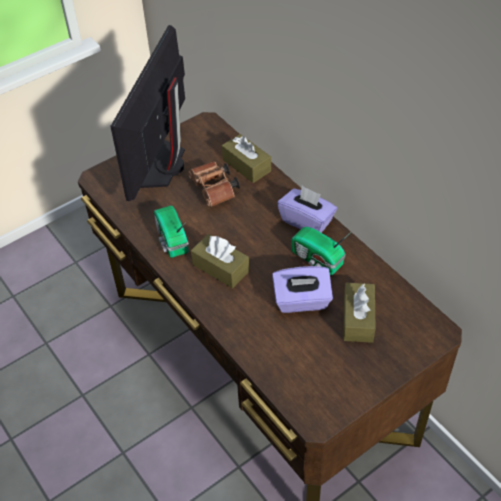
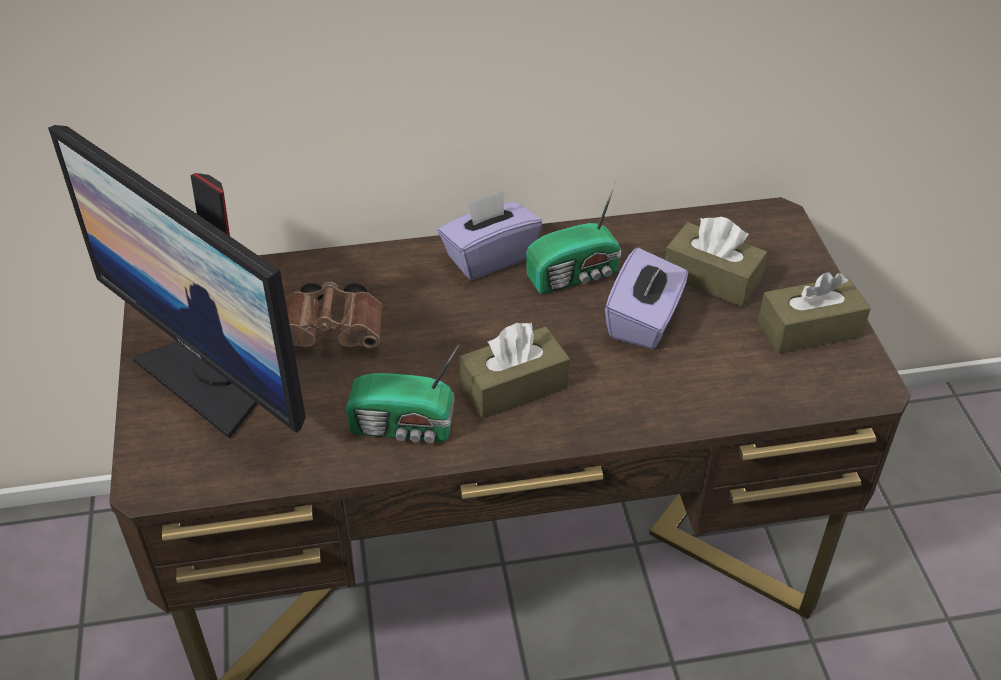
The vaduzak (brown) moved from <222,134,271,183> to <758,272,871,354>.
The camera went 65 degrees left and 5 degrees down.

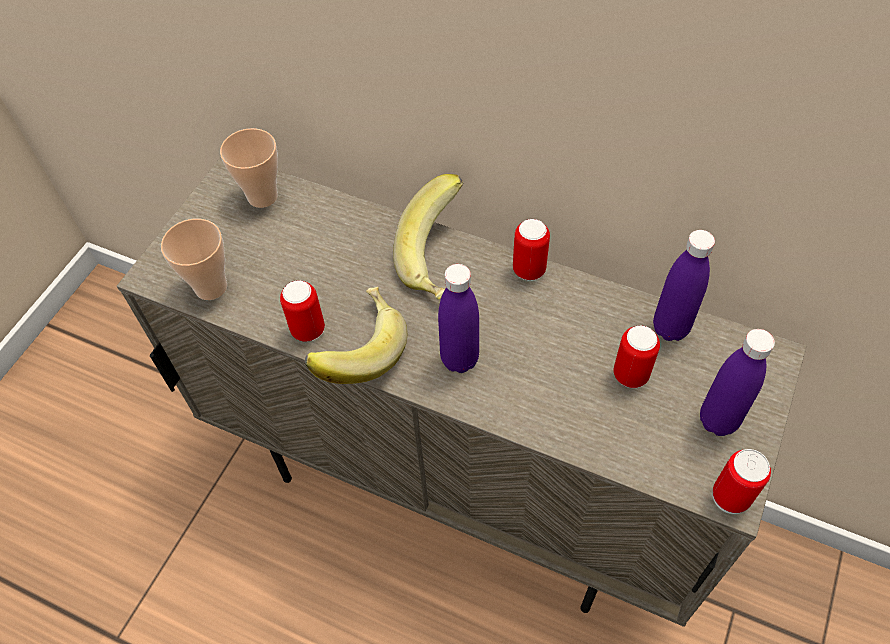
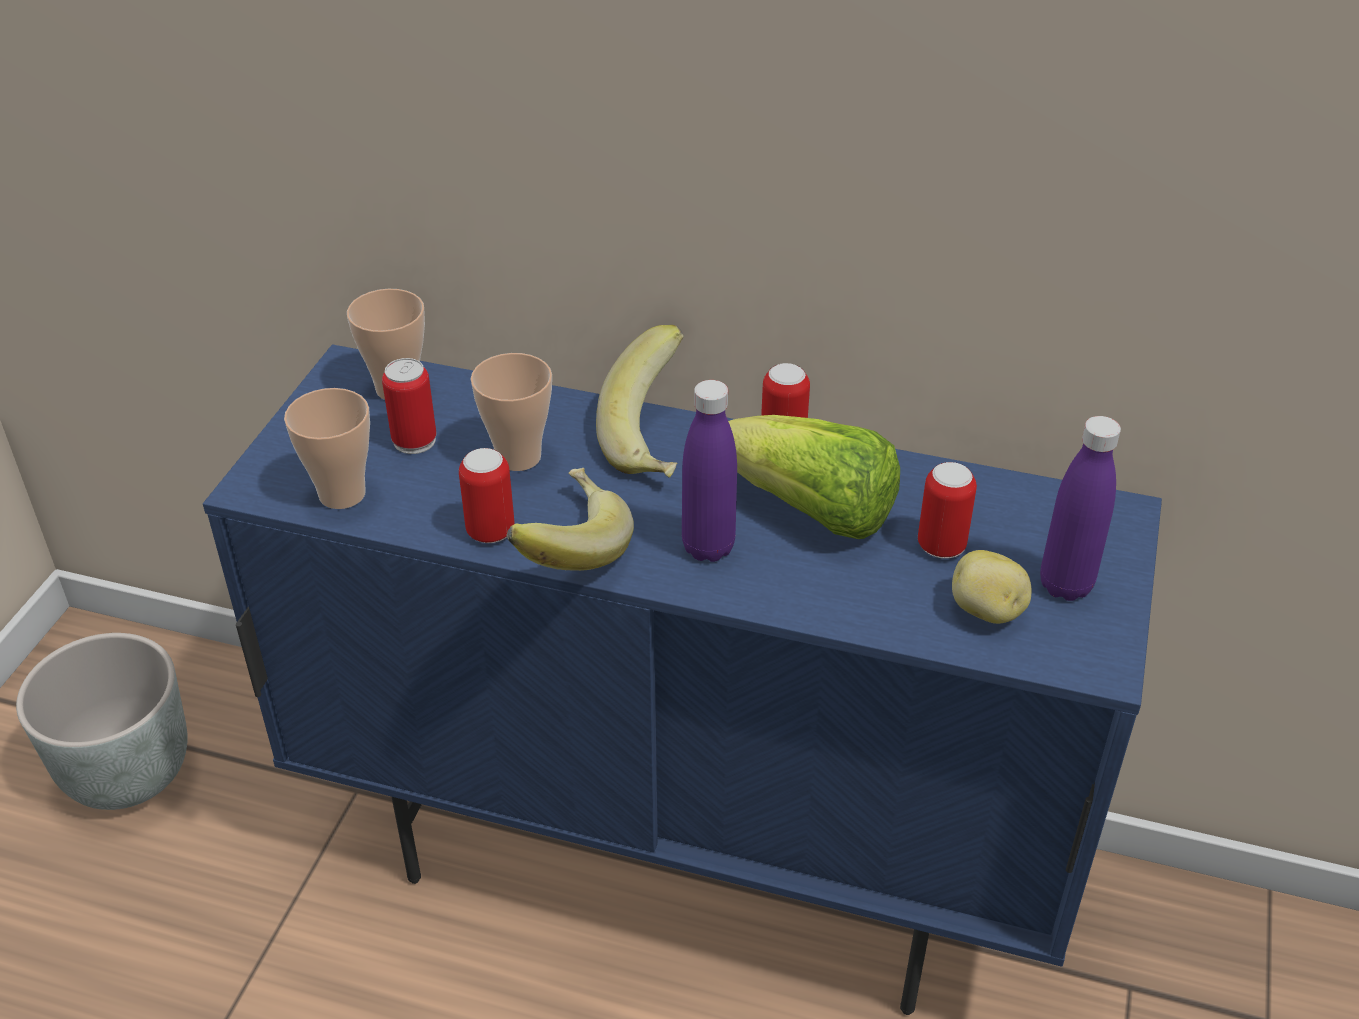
The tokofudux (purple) at <653,230,715,341> disappeared.
The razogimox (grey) at <16,633,187,810> appeared.
The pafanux at <471,353,552,471> appeared.
The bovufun at <728,415,900,539> appeared.
The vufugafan at <952,550,1031,624> appeared.
The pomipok moved from <712,449,771,514> to <382,358,437,454>.
The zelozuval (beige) at <117,157,806,627> became the zelozuval (blue) at <203,345,1162,1015>.
The camera went 10 degrees left and 15 degrees down.

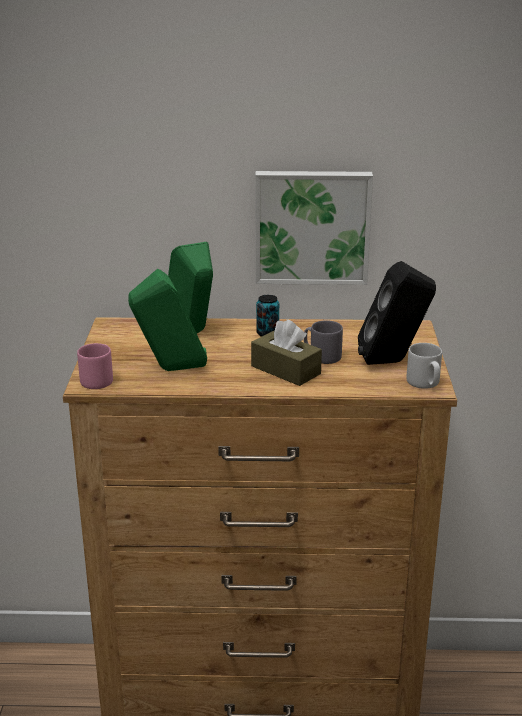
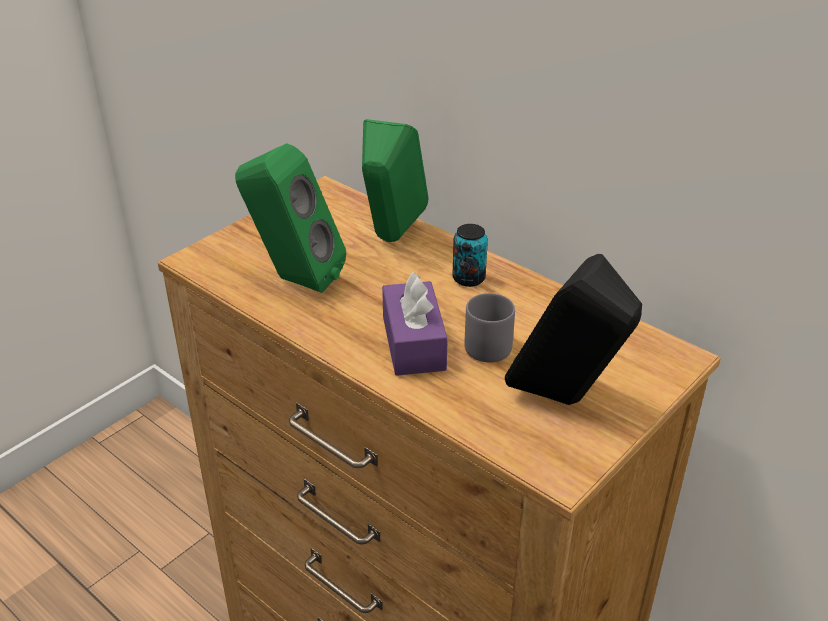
The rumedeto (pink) at <77,343,113,389> disappeared.
The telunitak at <255,171,373,285> disappeared.
The rumedeto (grey) at <406,343,442,389> disappeared.
The vaduzak (brown) at <251,319,322,386> became the vaduzak (purple) at <382,272,448,376>.
The camera went 40 degrees right and 10 degrees up.

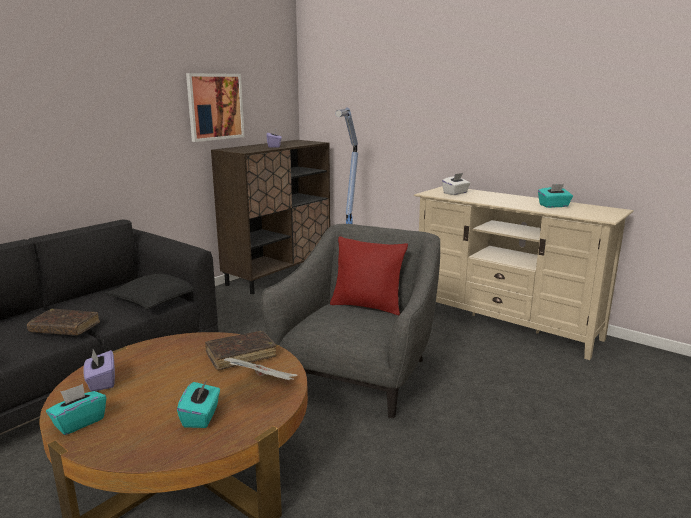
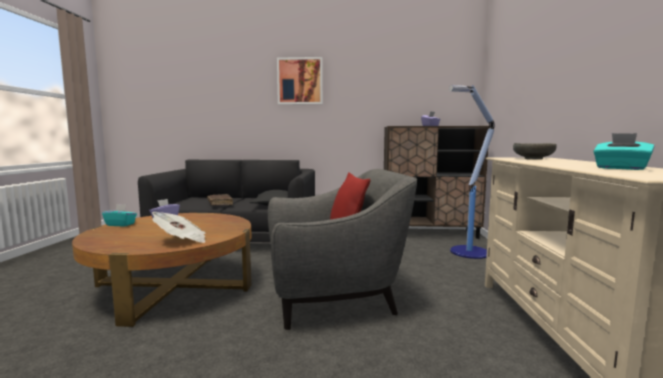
The vaduzak (turquoise) at <177,380,220,428> disappeared.
The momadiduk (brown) at <205,331,276,370> disappeared.
The telunitak moved from <186,73,244,142> to <277,57,323,105>.
The vaduzak (white) at <442,173,471,195> was replaced by the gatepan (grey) at <513,143,557,160>.
The camera went 55 degrees right and 10 degrees down.

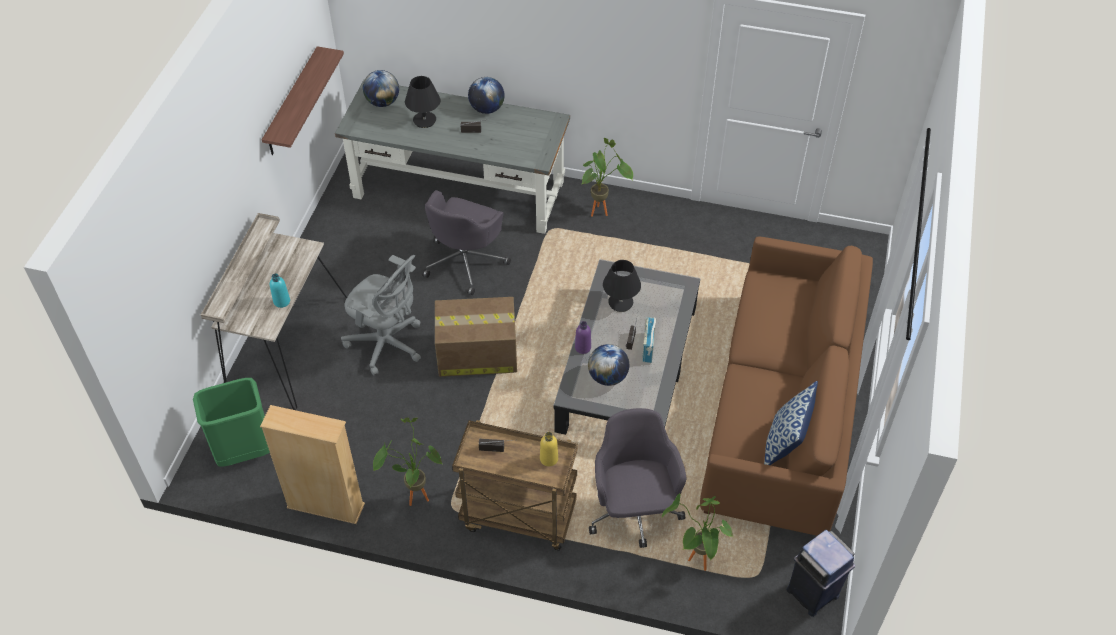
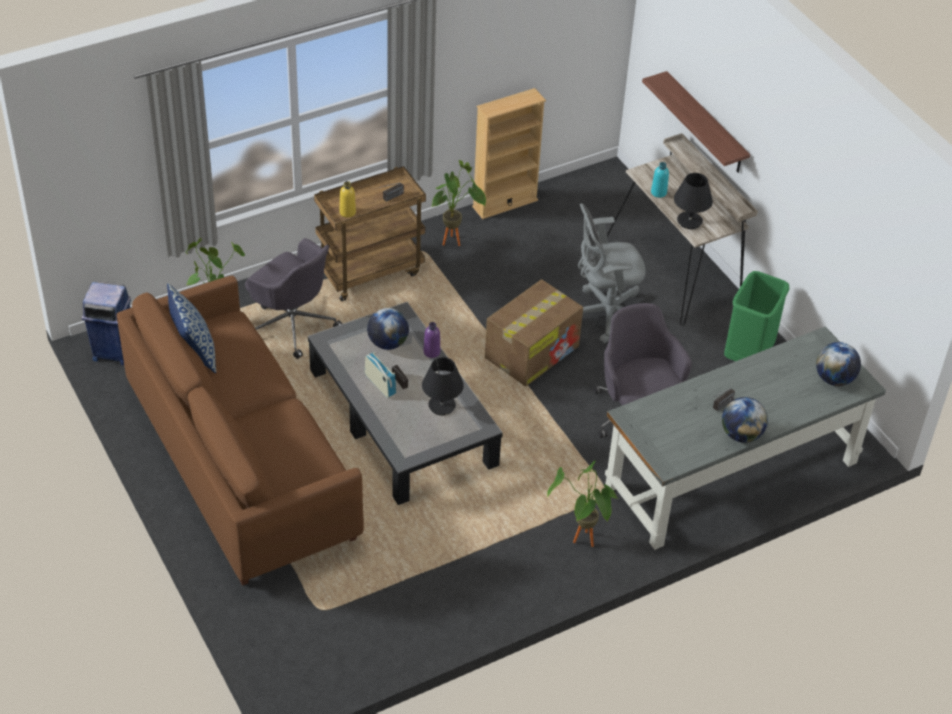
The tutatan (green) moved from <193,378,270,467> to <724,271,789,361>.
The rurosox moved from <262,46,344,155> to <642,71,750,173>.
The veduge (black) moved from <405,76,440,128> to <674,173,713,229>.
The camera went 135 degrees right and 5 degrees down.

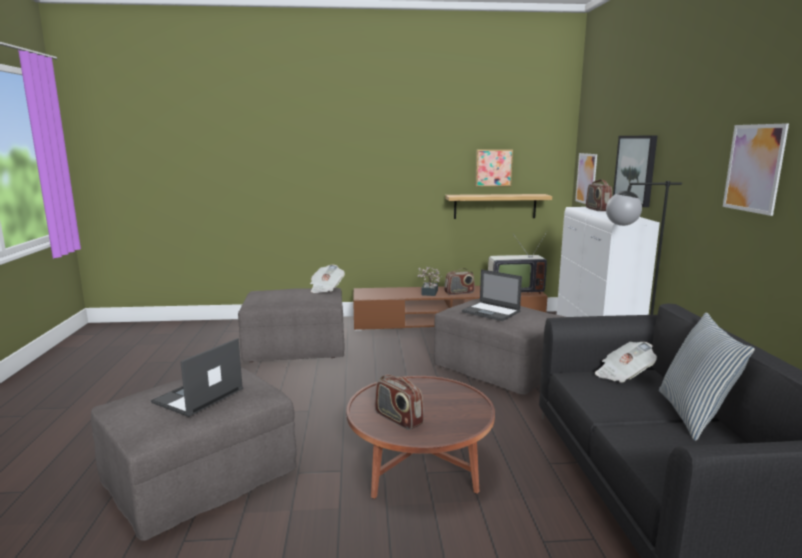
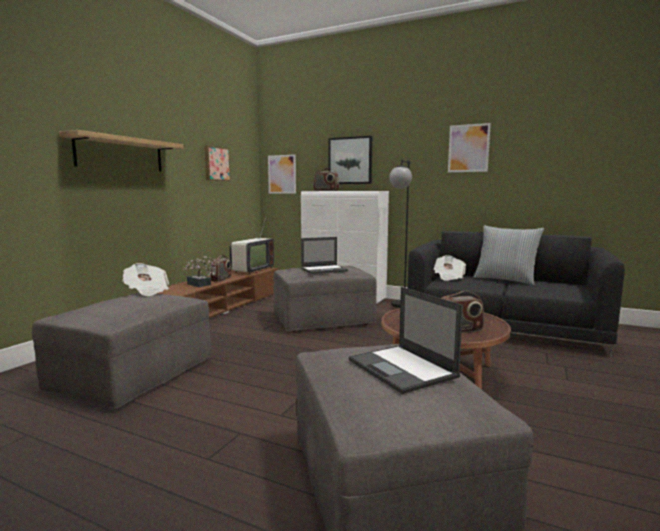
The rurosox moved from <445,194,552,219> to <59,130,183,171>.
The camera went 60 degrees left and 5 degrees down.

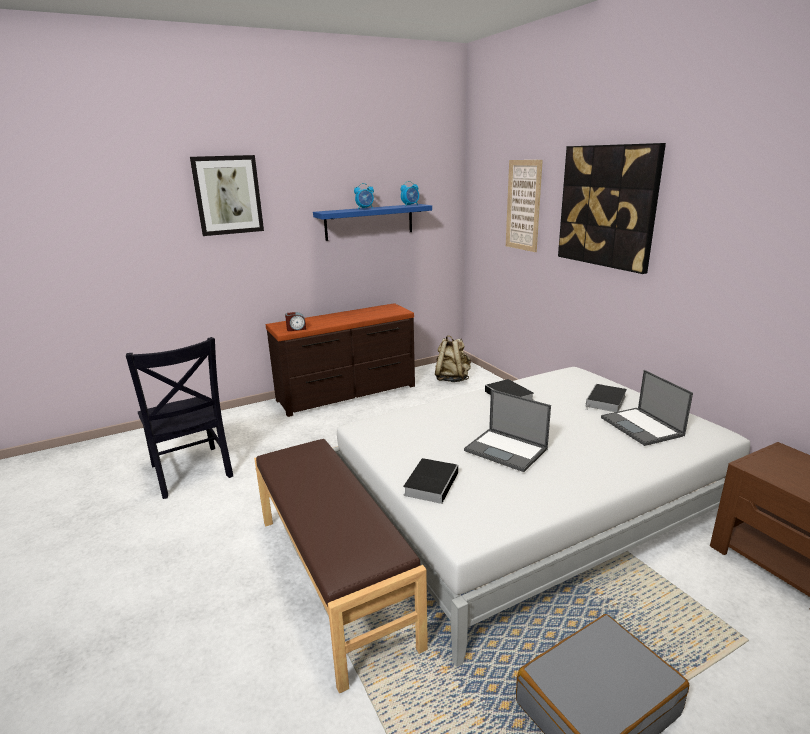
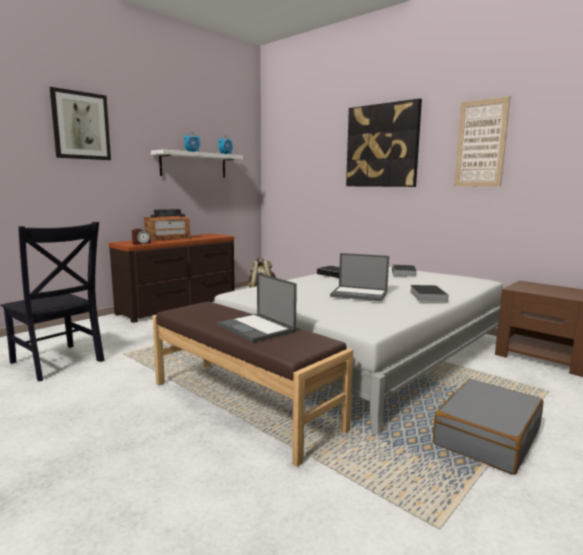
The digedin at <144,209,190,241> appeared.
The momadiduk moved from <403,458,459,504> to <410,285,448,302>.
The telunitak moved from <506,160,543,252> to <454,96,510,187>.
The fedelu moved from <601,370,693,446> to <217,273,297,343>.
The rurosox (blue) at <313,204,432,241> became the rurosox (white) at <151,149,243,178>.
The camera went 20 degrees left and 10 degrees down.

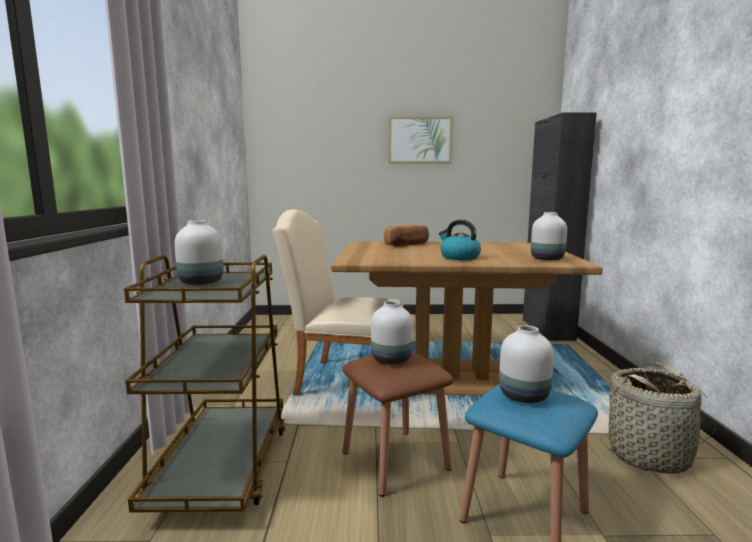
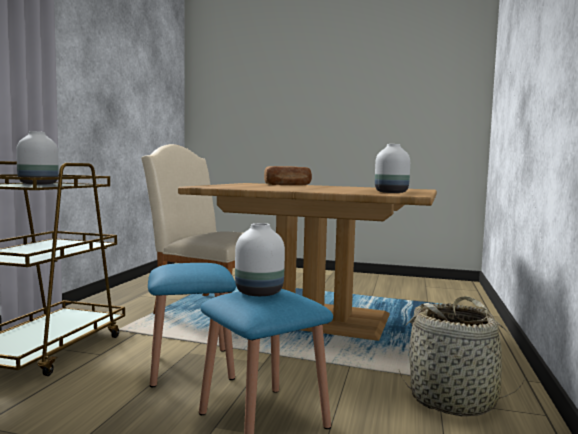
The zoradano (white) at <371,301,413,364> disappeared.
The telunitak at <388,116,453,164> disappeared.
The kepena at <439,220,481,260> disappeared.
The zelozuval (black) at <523,112,597,341> disappeared.
The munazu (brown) at <342,352,453,497> became the munazu (blue) at <148,263,236,387>.
The camera went 15 degrees right and 5 degrees down.

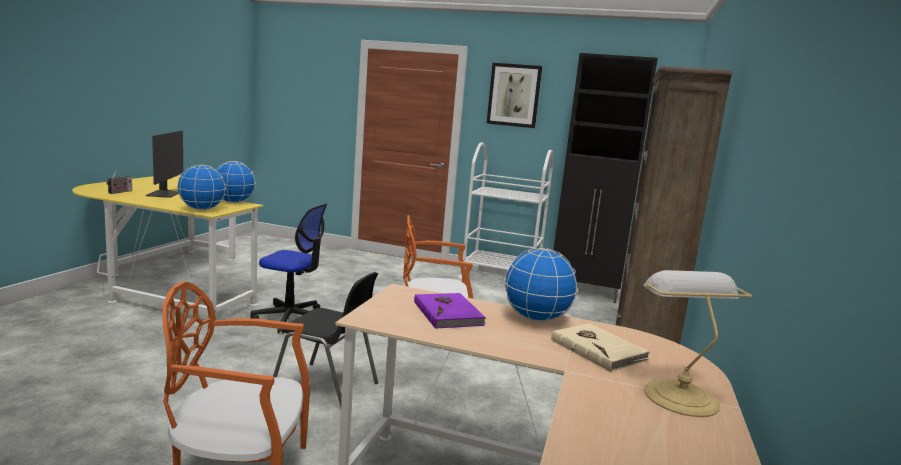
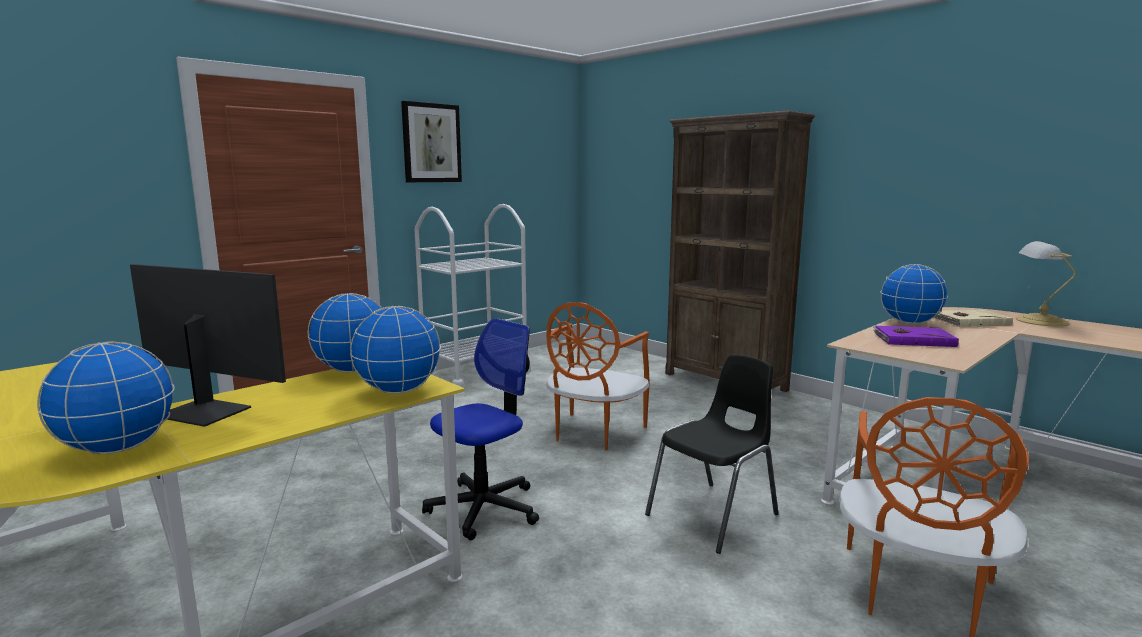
The zelozuval (black) at <554,53,658,303> disappeared.
The digedin at <107,170,132,194> was replaced by the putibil at <37,341,175,454>.
The camera went 60 degrees left and 0 degrees up.

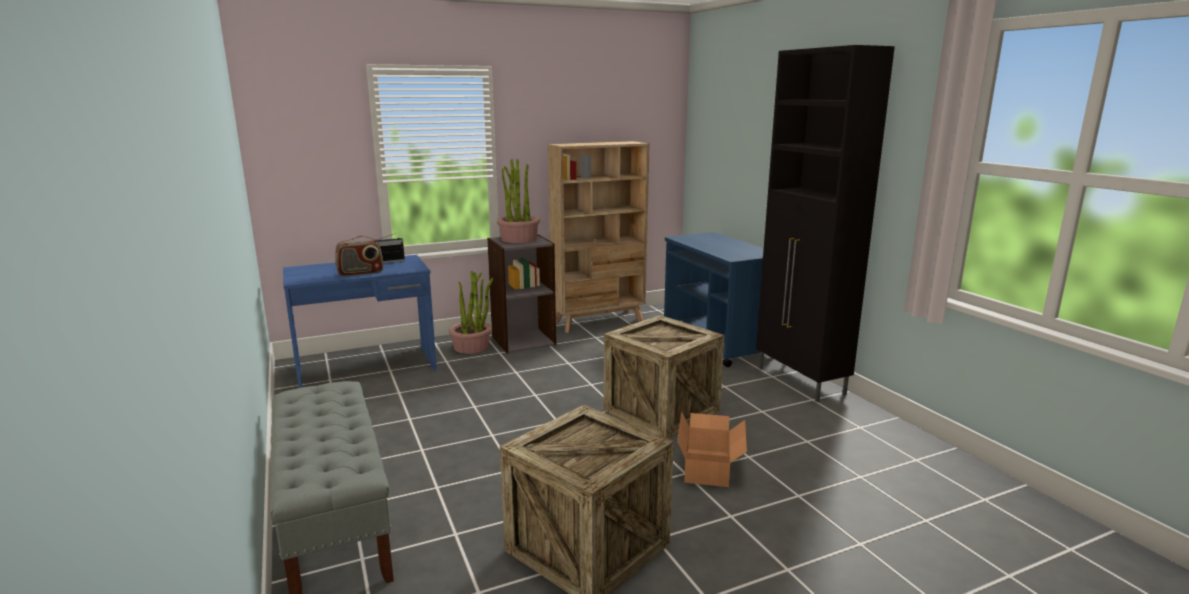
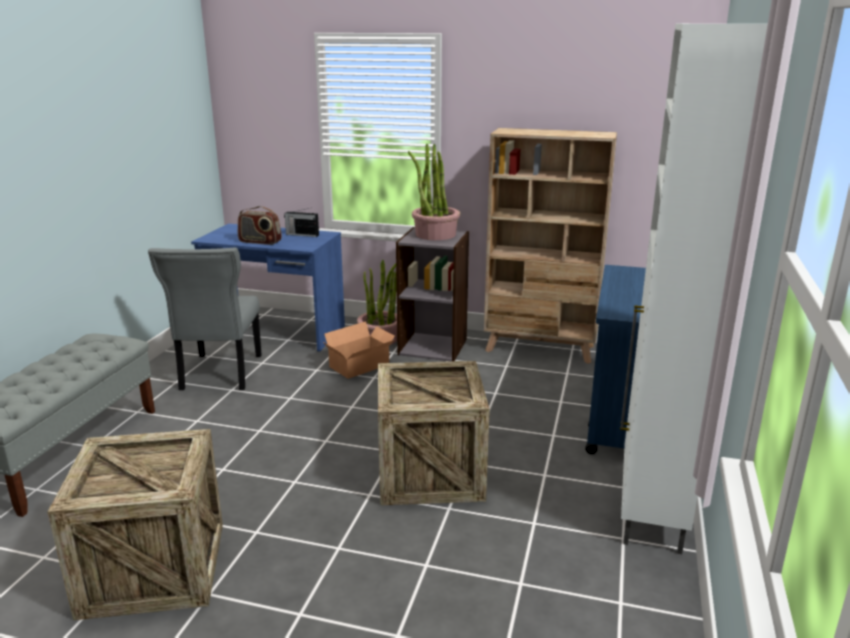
The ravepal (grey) at <148,247,262,390> appeared.
The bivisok moved from <677,411,747,487> to <323,321,395,379>.
The zelozuval (black) at <756,45,895,402> became the zelozuval (white) at <620,24,768,554>.
The camera went 40 degrees right and 5 degrees up.

